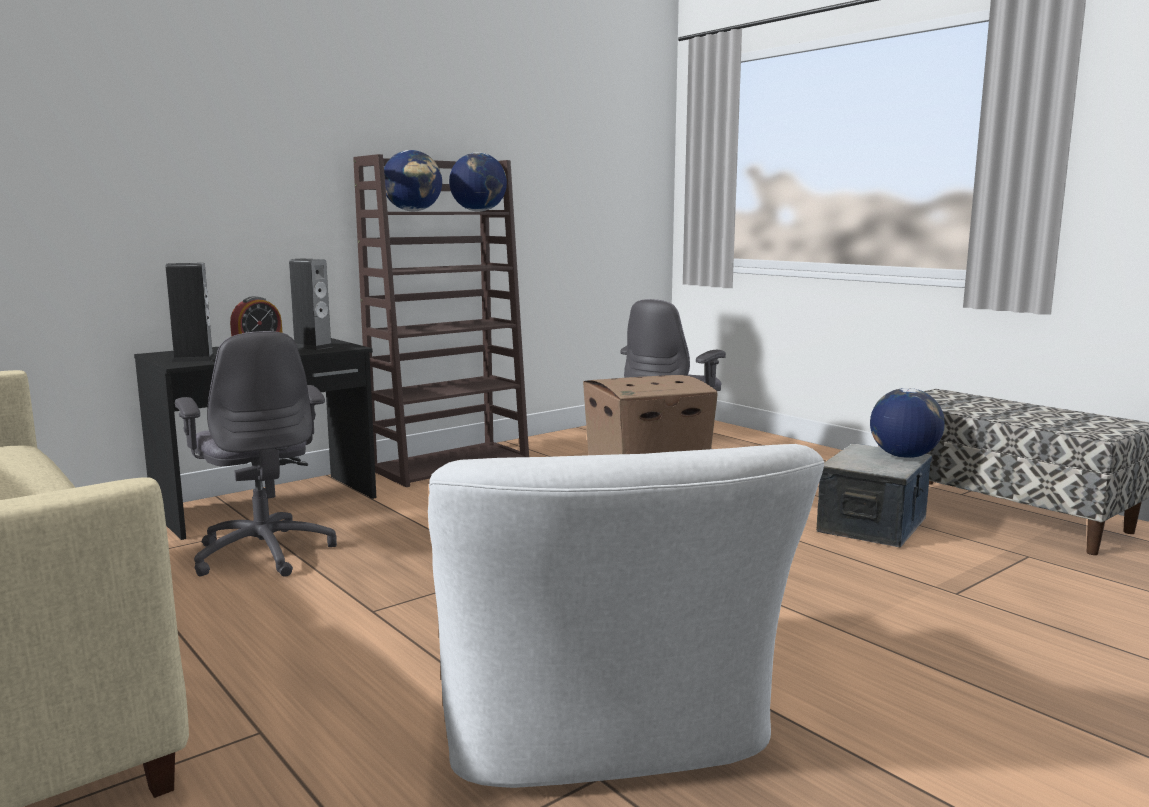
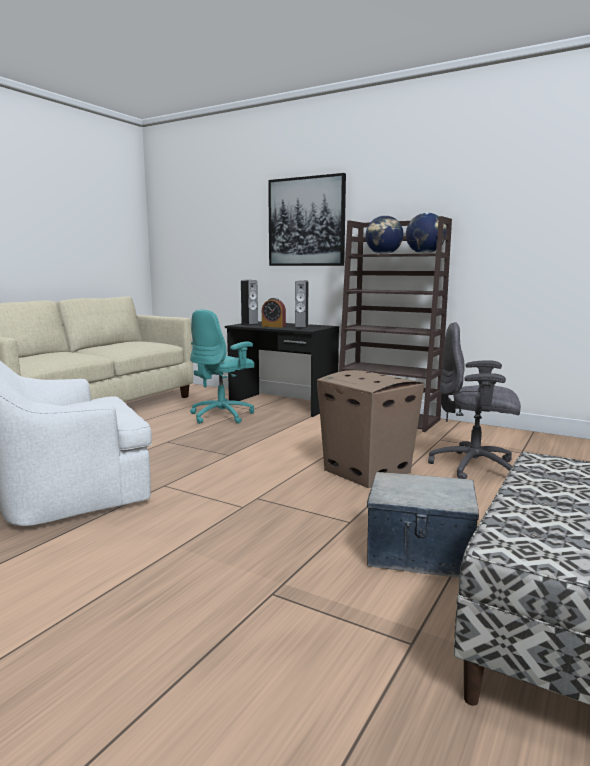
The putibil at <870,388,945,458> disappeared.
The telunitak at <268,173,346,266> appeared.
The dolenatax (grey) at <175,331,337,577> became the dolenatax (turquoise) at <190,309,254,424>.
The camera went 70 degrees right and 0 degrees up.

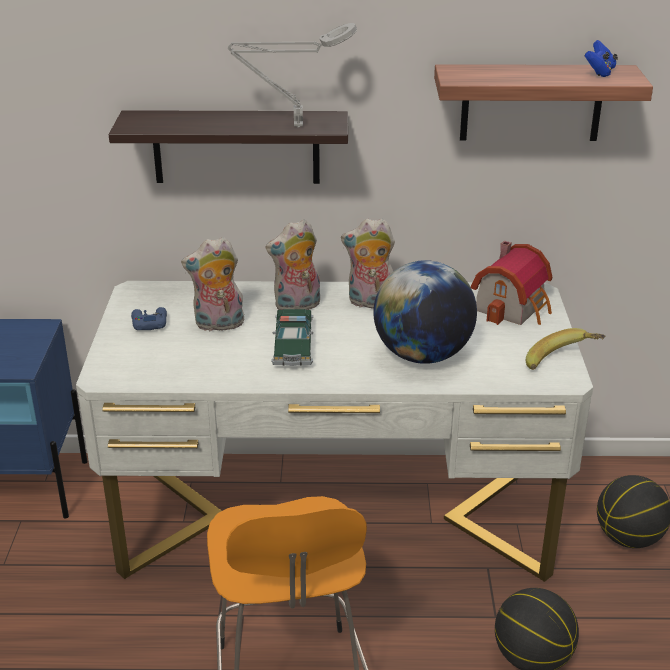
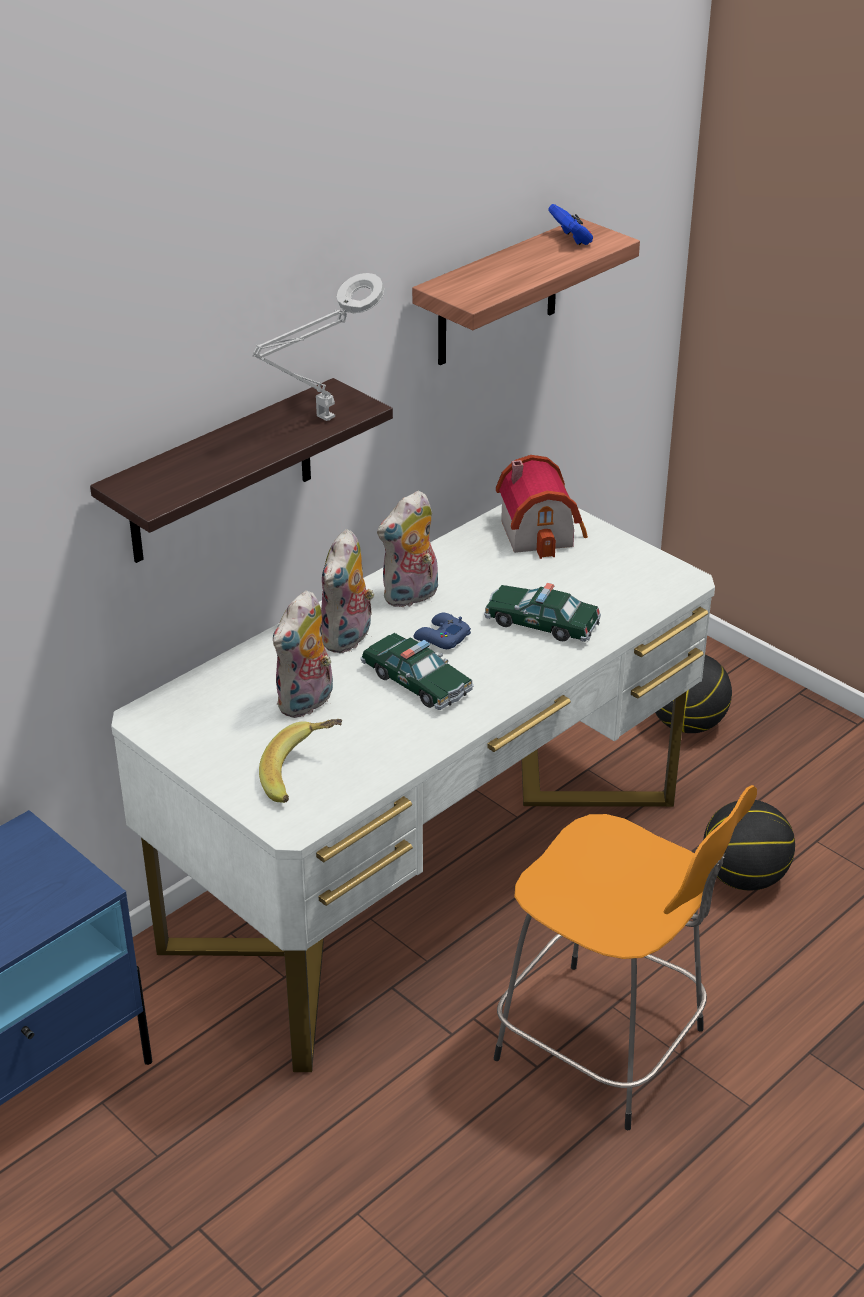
The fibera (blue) moved from <131,307,167,330> to <414,612,471,649>.
The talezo moved from <526,328,605,370> to <259,719,342,803>.
The putibil at <373,260,477,364> was replaced by the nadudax at <484,583,601,642>.
The camera went 45 degrees left and 5 degrees up.

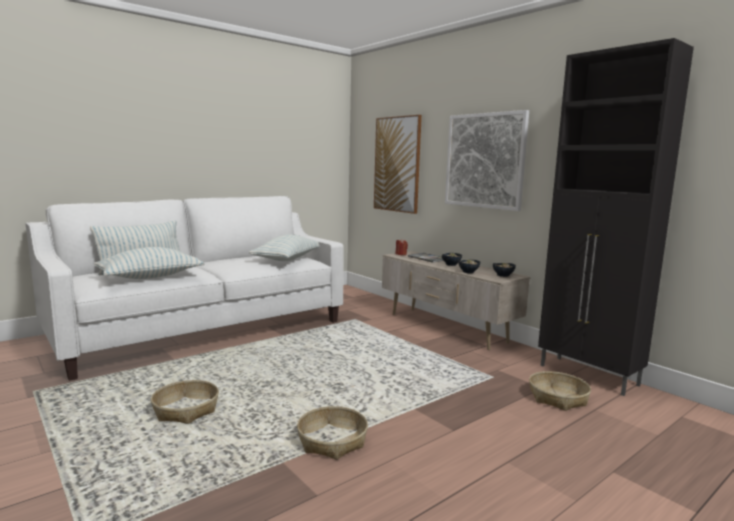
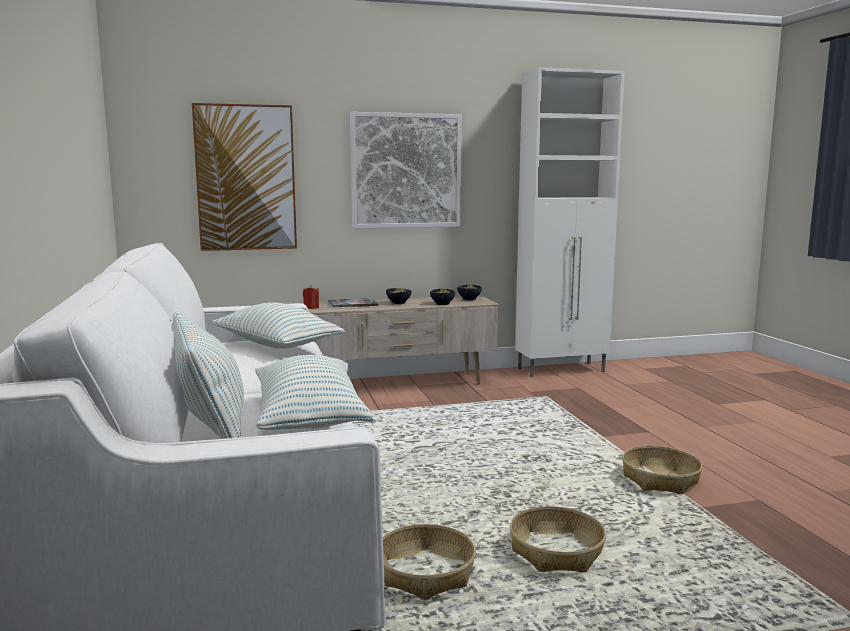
The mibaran moved from <529,371,591,411> to <383,524,476,600>.
The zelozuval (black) at <538,38,694,396> became the zelozuval (white) at <515,67,625,377>.
The camera went 65 degrees left and 0 degrees up.

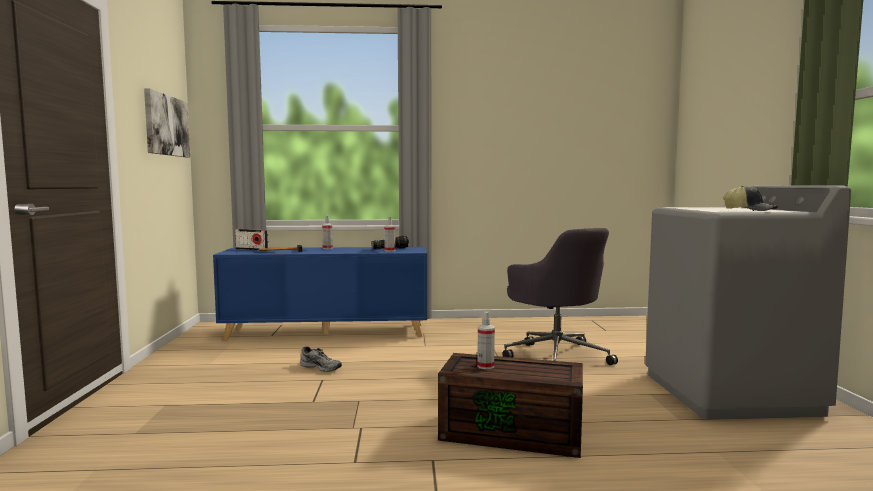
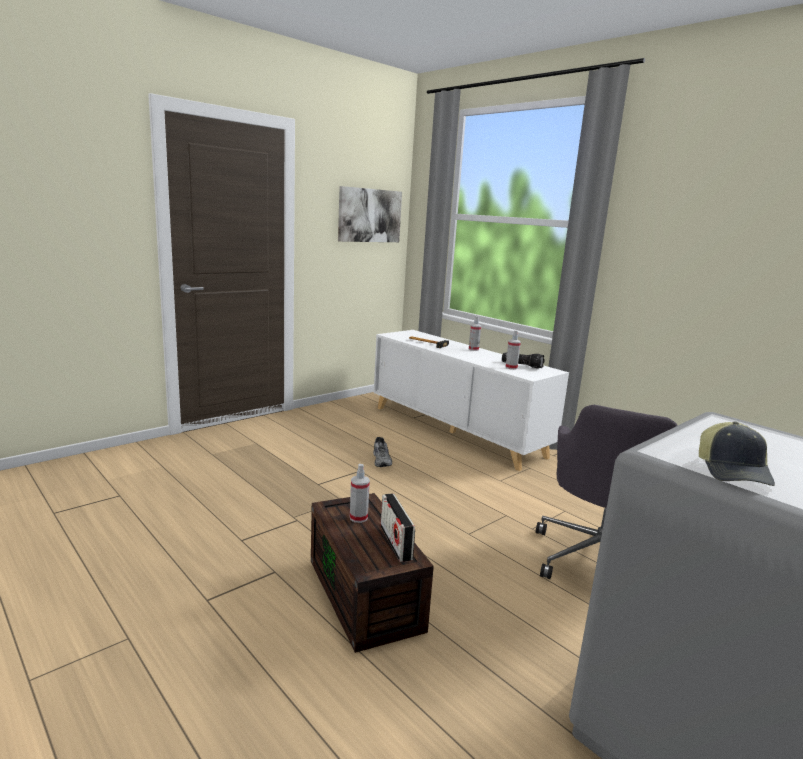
The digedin moved from <235,229,268,250> to <380,493,415,562>.
The zelozuval (blue) at <213,247,427,340> became the zelozuval (white) at <374,330,569,471>.
The camera went 50 degrees right and 10 degrees up.

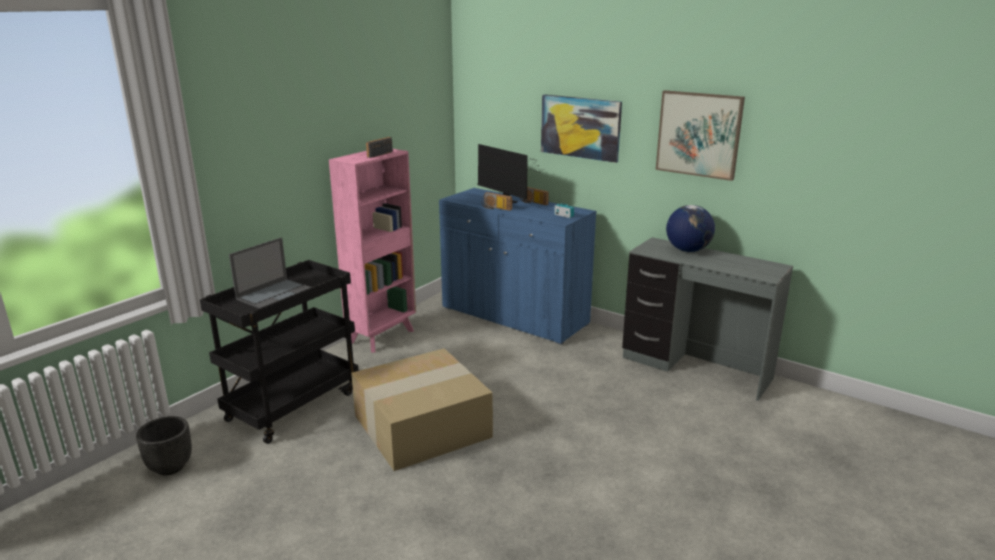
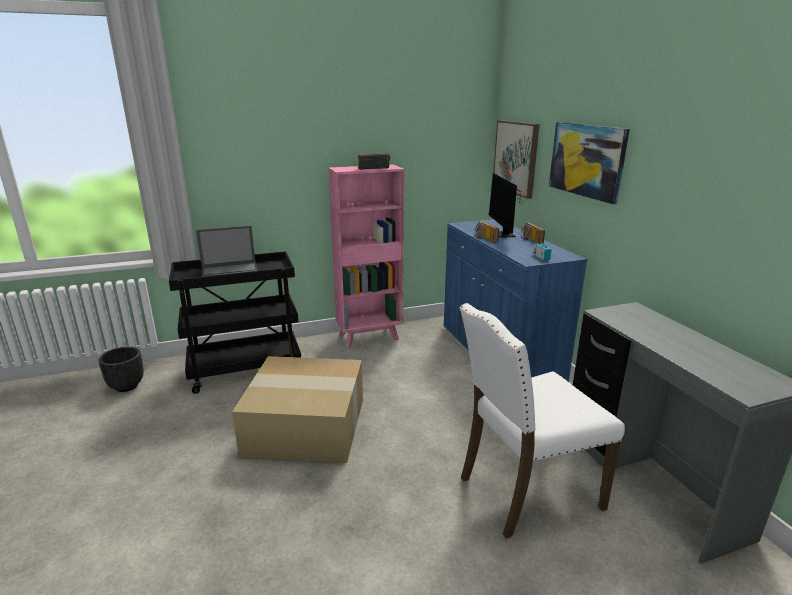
The putibil at <666,205,715,252> disappeared.
The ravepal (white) at <460,303,625,539> appeared.
The telunitak moved from <656,90,745,181> to <493,120,540,199>.
The camera went 35 degrees right and 0 degrees up.

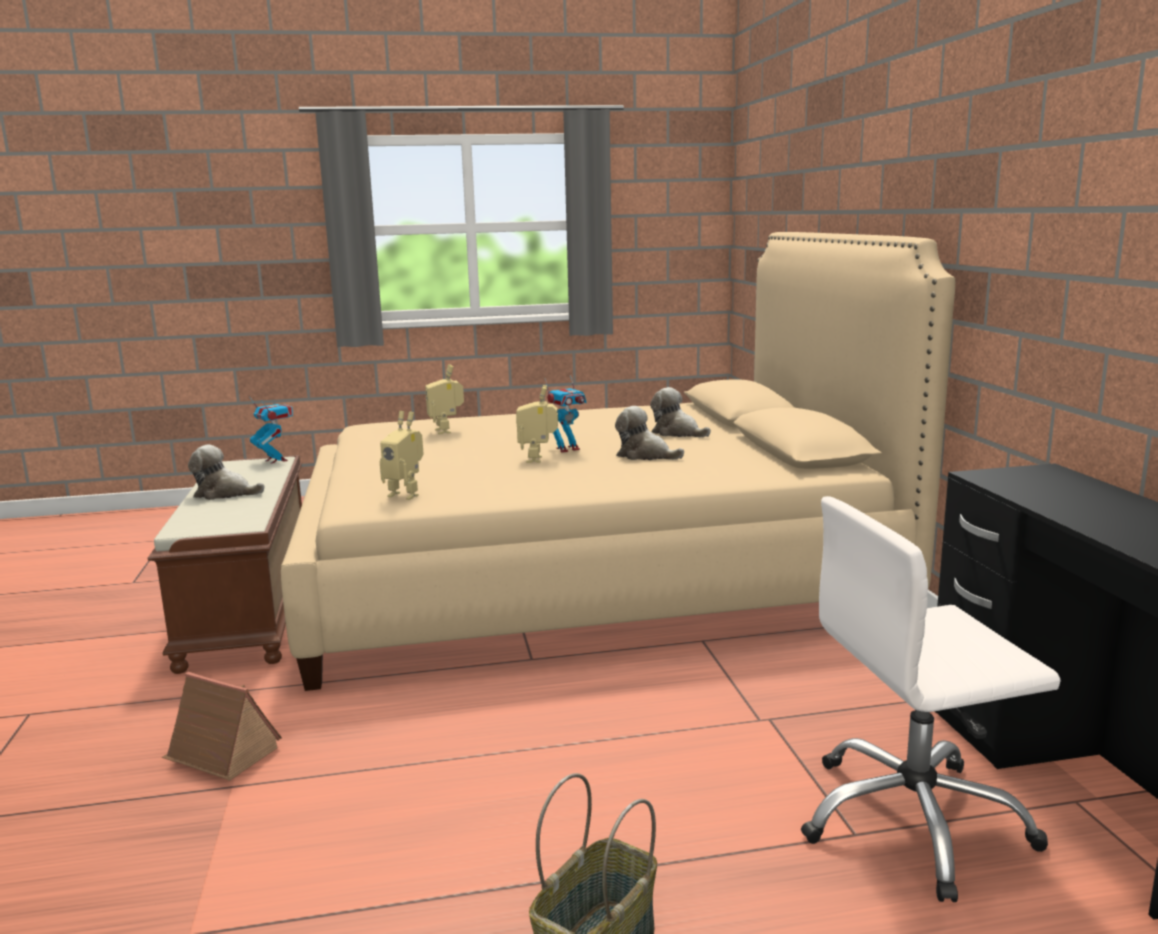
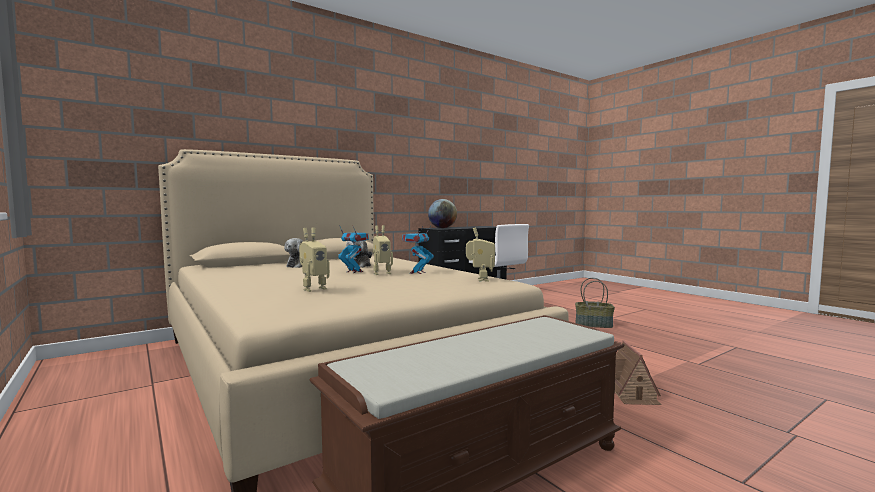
The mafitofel at <188,445,265,500> disappeared.
The putibil at <428,199,457,228> appeared.
The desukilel moved from <249,396,293,464> to <402,225,434,274>.
The camera went 115 degrees left and 10 degrees down.

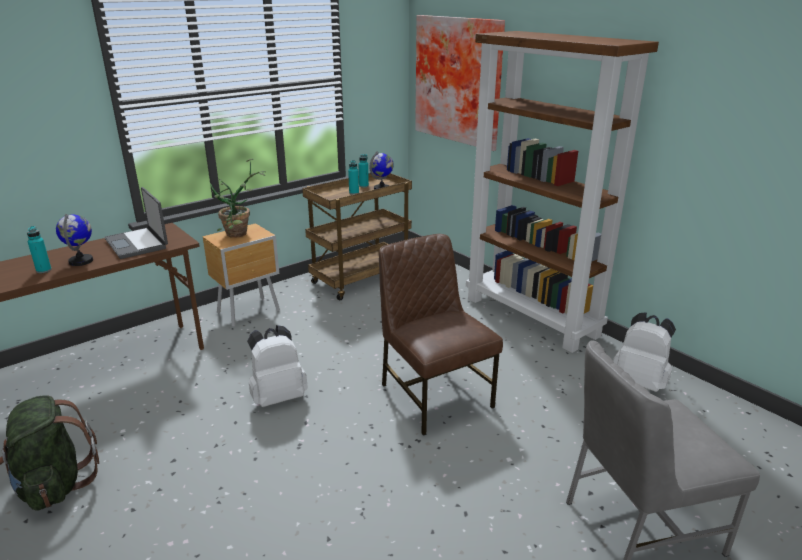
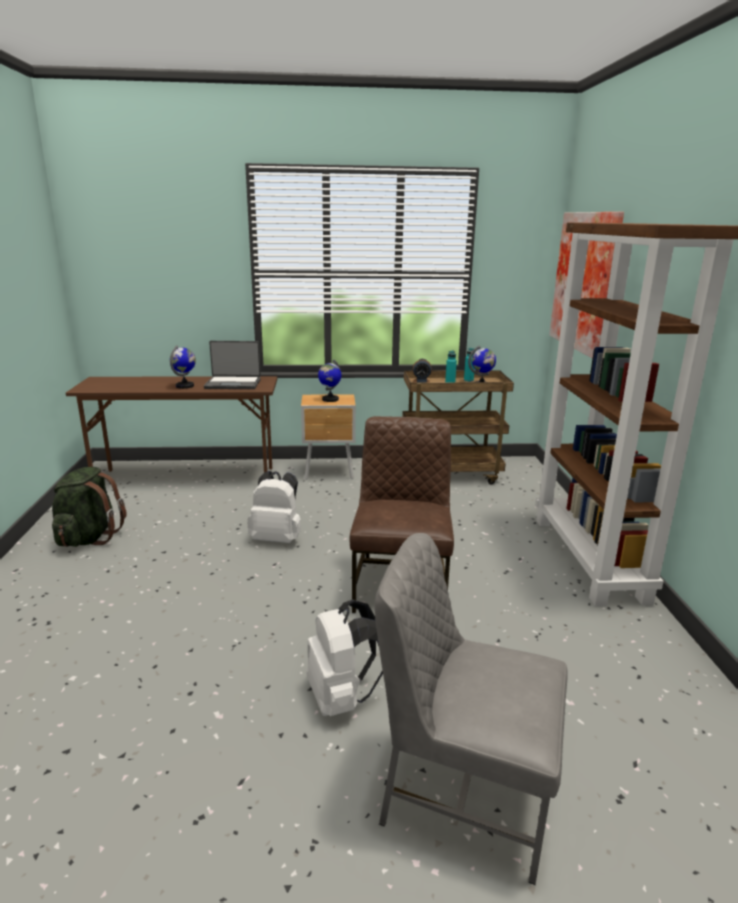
The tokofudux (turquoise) at <27,226,51,273> disappeared.
The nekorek at <413,359,432,383> appeared.
The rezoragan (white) moved from <613,313,676,392> to <306,599,383,716>.
The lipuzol at <210,159,265,238> was replaced by the putibil at <318,360,342,402>.
The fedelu at <104,187,168,259> turned 90 degrees counterclockwise.
The camera went 35 degrees right and 5 degrees down.

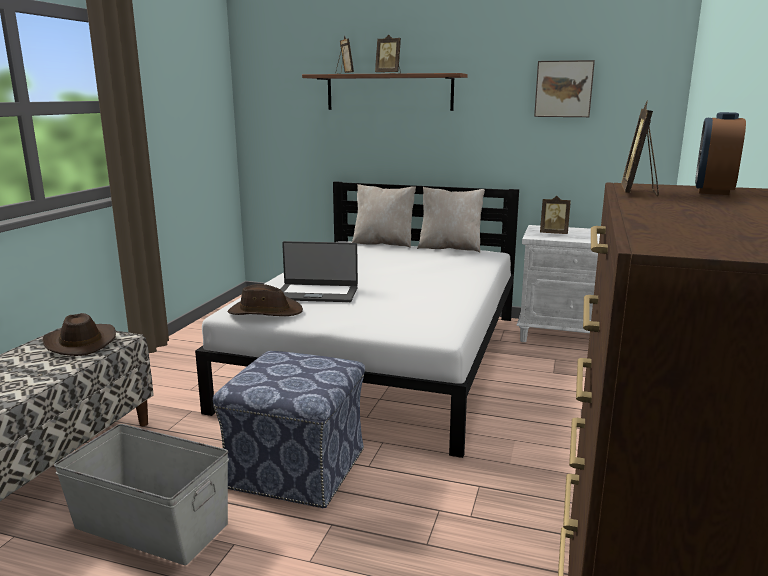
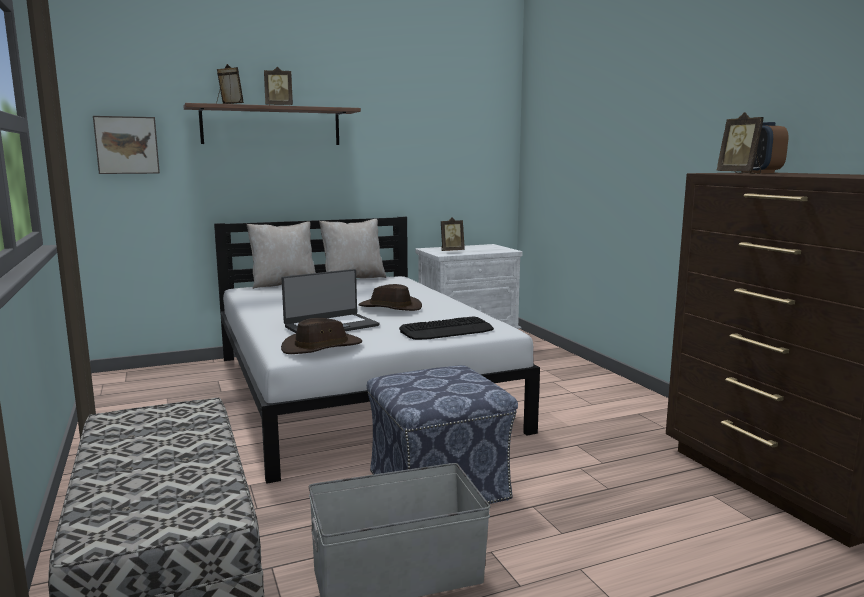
The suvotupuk at <399,316,494,340> appeared.
The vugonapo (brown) moved from <42,313,116,356> to <359,284,422,311>.
The telunitak moved from <534,60,595,117> to <93,116,160,174>.
The camera went 40 degrees left and 5 degrees down.

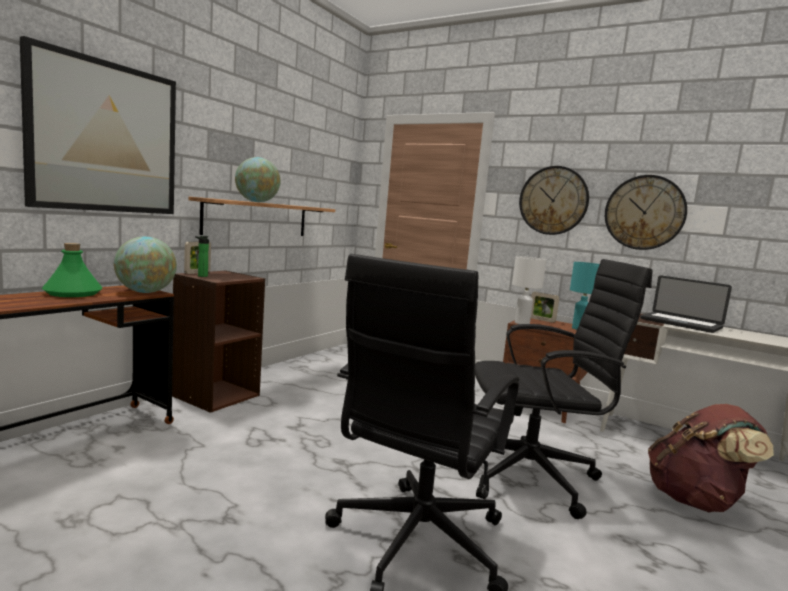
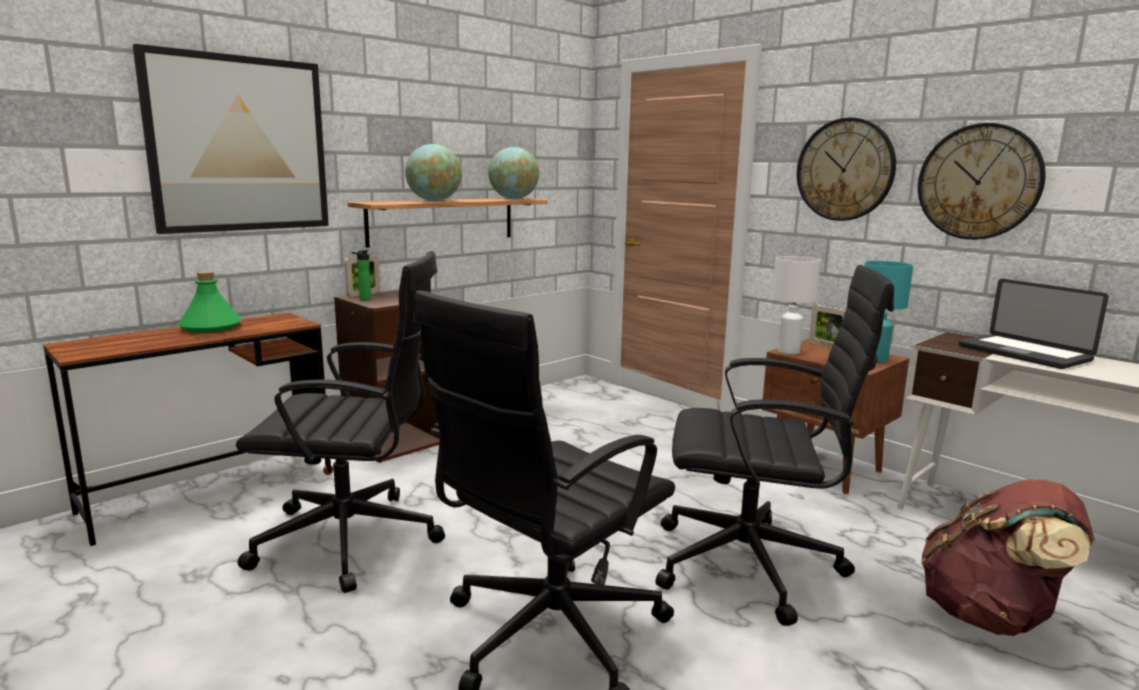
The dolenatax (black) at <236,251,445,593> appeared.
The putibil moved from <114,237,177,293> to <488,147,539,199>.
The camera went 15 degrees right and 5 degrees up.

